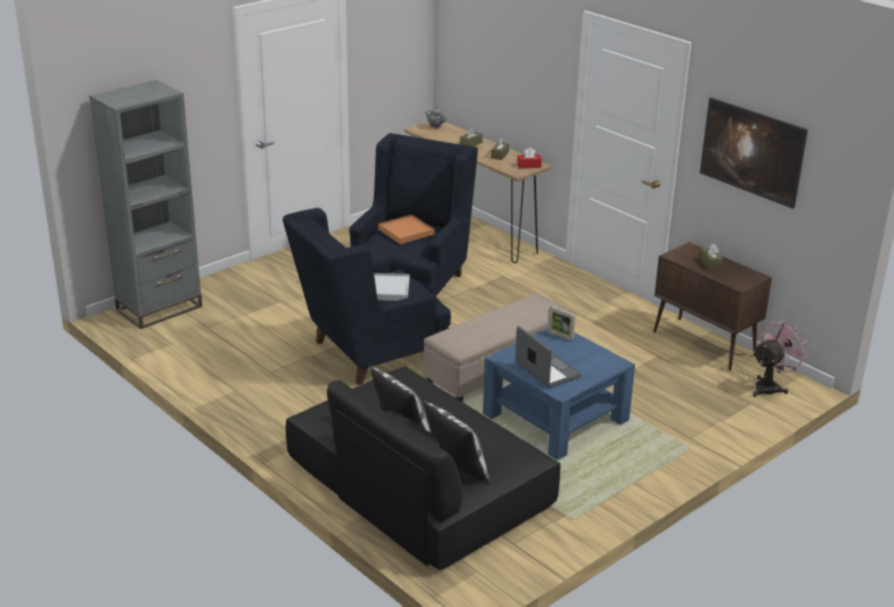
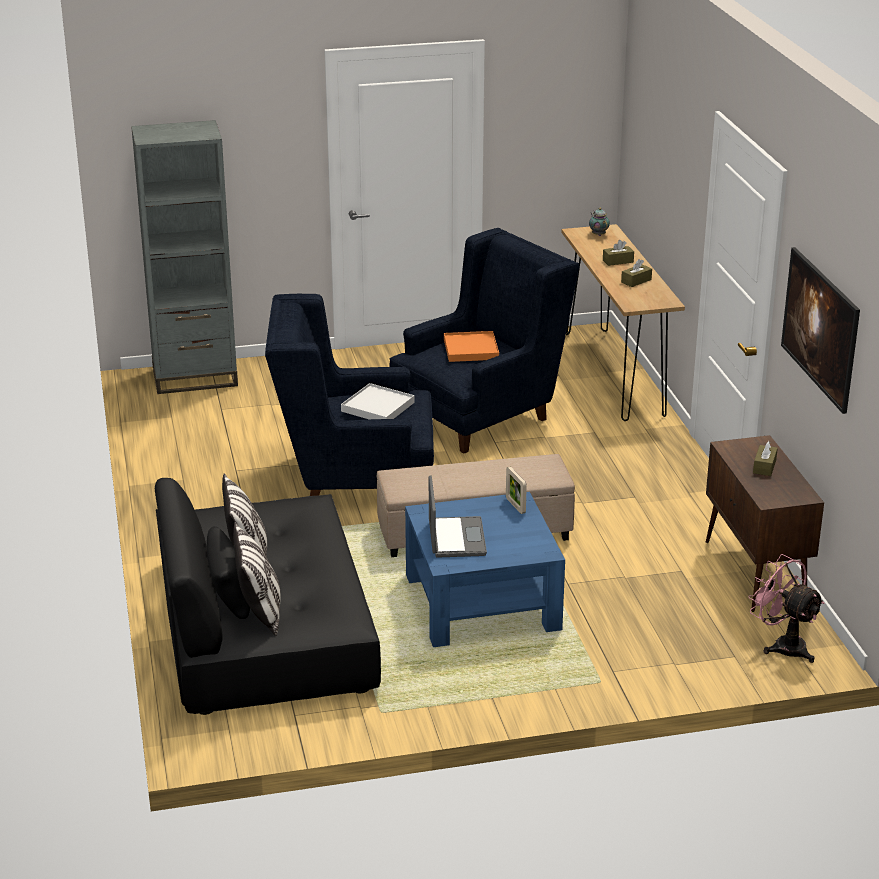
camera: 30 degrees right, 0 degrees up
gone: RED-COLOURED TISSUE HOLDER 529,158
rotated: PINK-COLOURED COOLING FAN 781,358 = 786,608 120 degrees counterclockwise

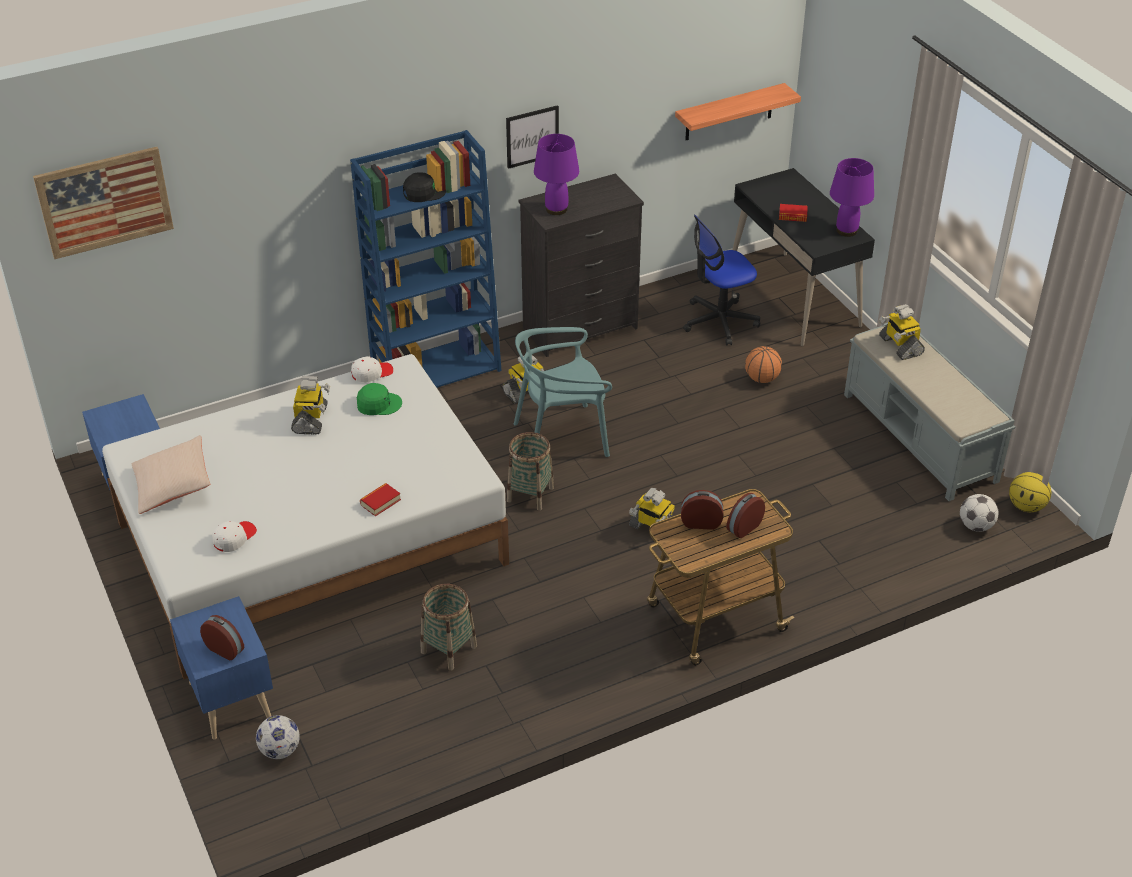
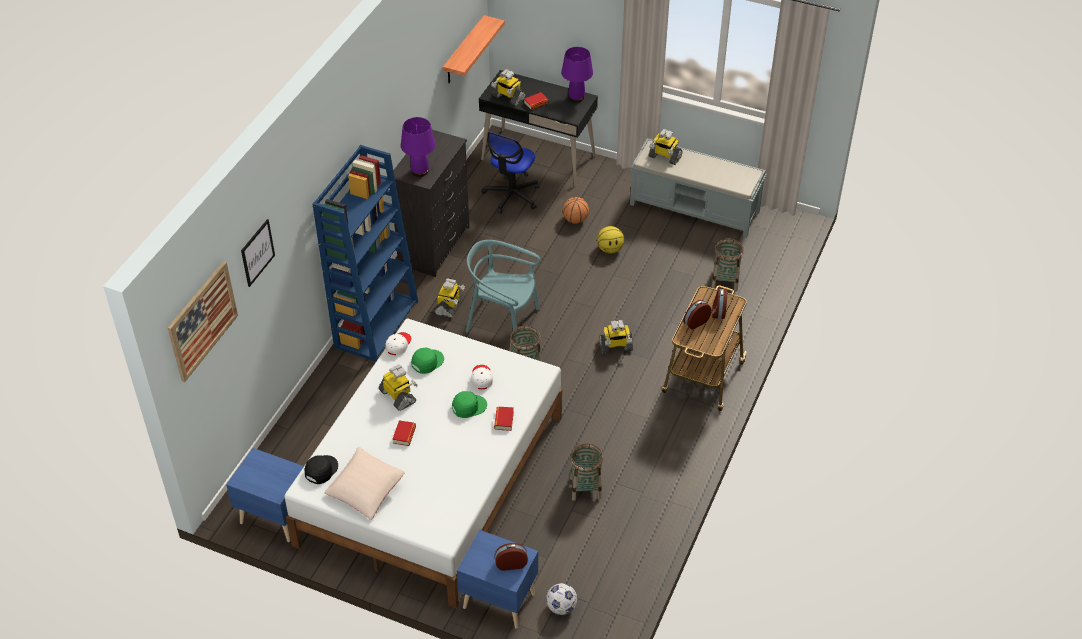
camera: 40 degrees left, 5 degrees up
gone: FOOTBALL BALL 979,513
new: BOUND BOOK 404,433; GREENISH PEAKED CAP 469,404; TOY ROBOT 508,87; HOUSEHOLD BASKET 727,265
shifted: WALL PICTURE 532,137 to 258,253; BLACK-COLOURED PEAKED CAP 424,187 to 321,469; WHITE PEAKED CAP 234,536 to 482,377; BALL FOR BASKETBALL 1030,492 to 610,239
rotated: TURQUOISE UPRIGHT CHAIR 563,392 = 503,286 75 degrees clockwise

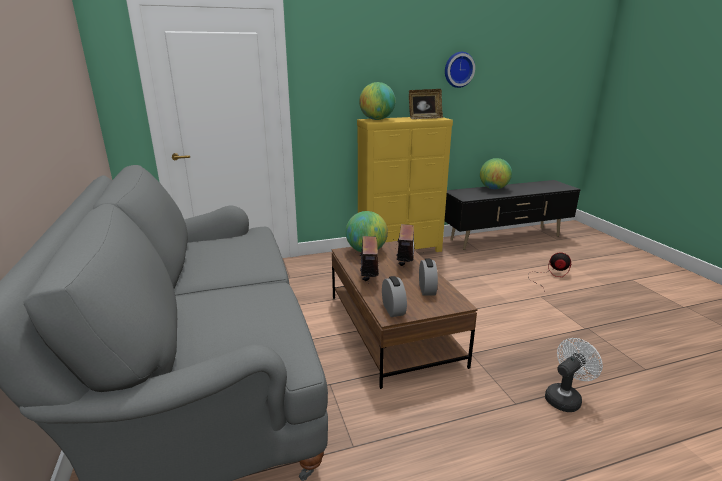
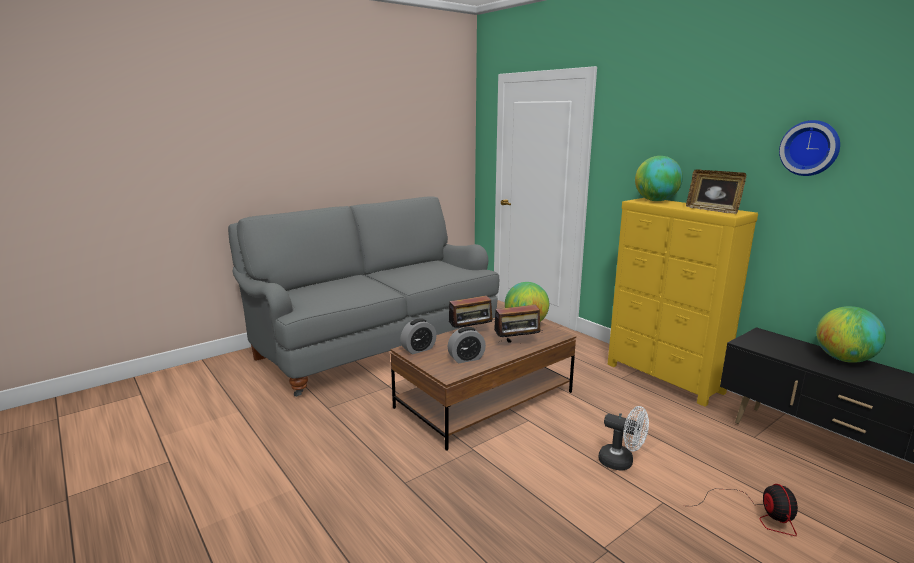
camera: 70 degrees right, 5 degrees down
shifted: WHITE COOLING FAN 574,375 to 623,438

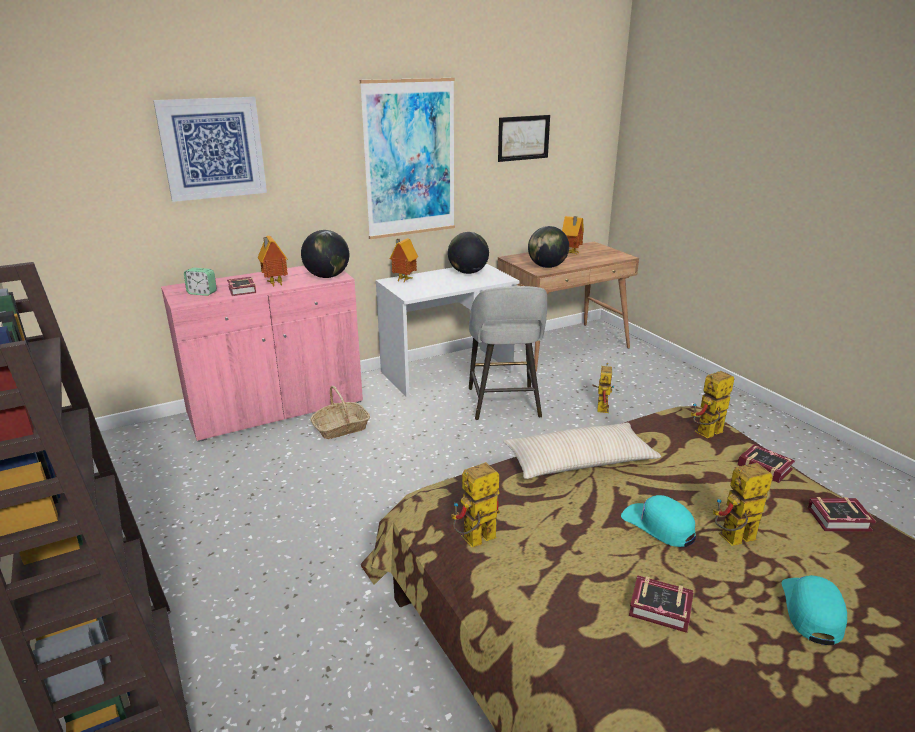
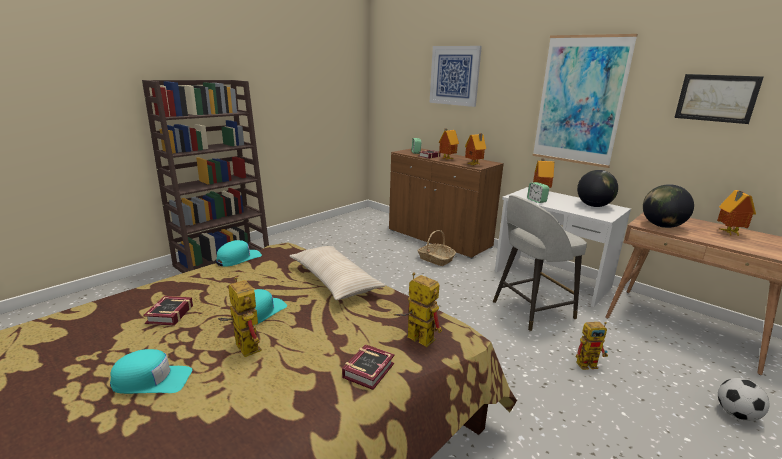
camera: 70 degrees right, 5 degrees down
gone: BOUND BOOK 841,514
new: TABLE CLOCK 538,192; FOOTBALL BALL 743,399
swapped: TOY ROBOT 475,504 to TURQUOISE PEAKED CAP 239,253; WORLD GLOBE 325,254 to MODEL HOUSE 475,149
repainted: PINK-COLOURED CABINET 262,354 to BROWNISH CABINET 446,203

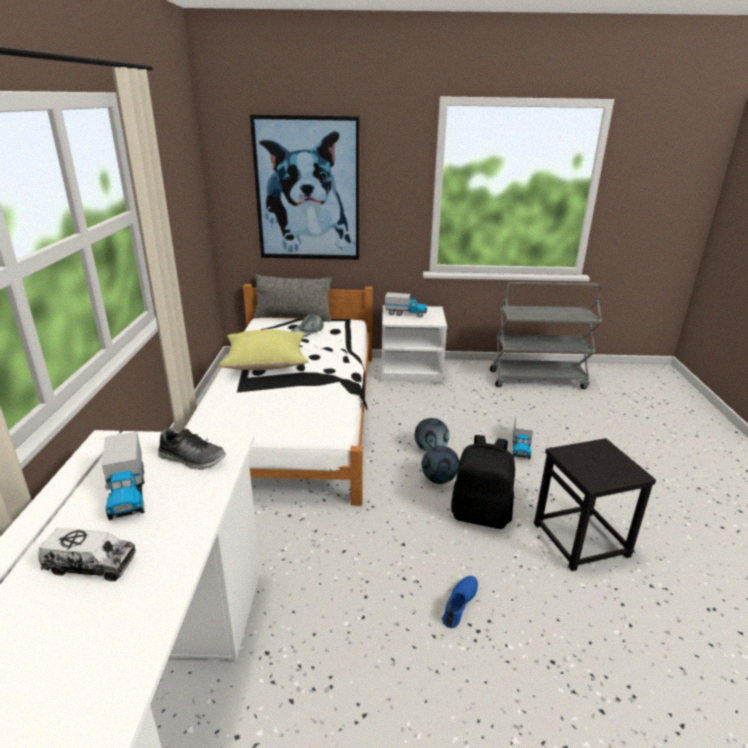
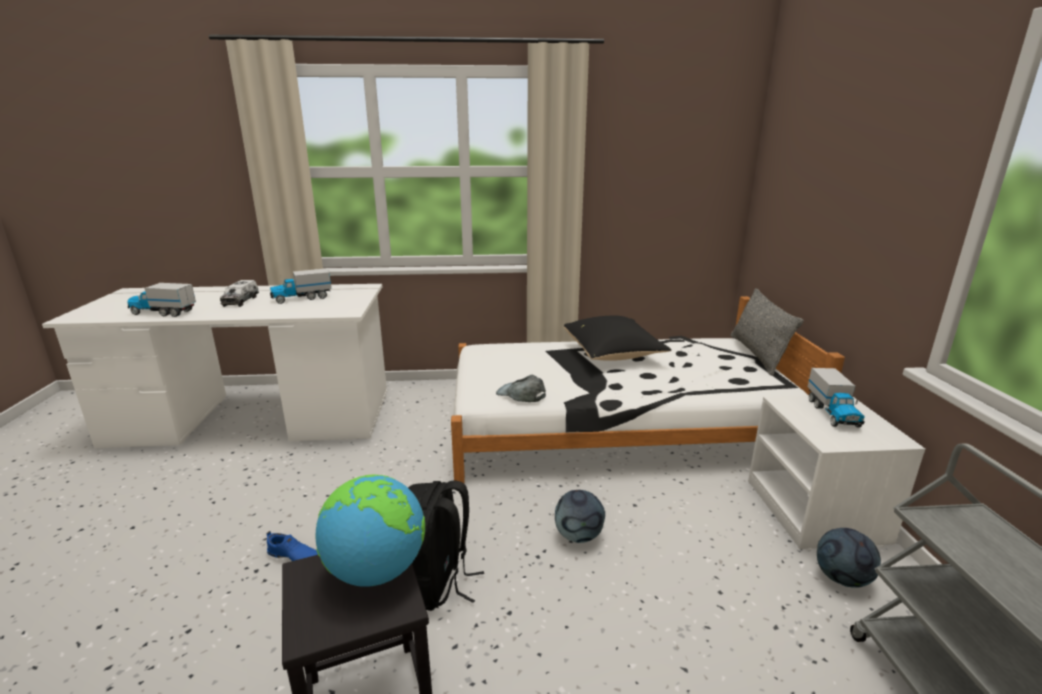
camera: 85 degrees right, 5 degrees down
gone: SHOE 192,449; WALL PICTURE 304,187
new: WORLD GLOBE 370,530
shifted: TOY LORRY 522,436 to 161,300; GREYISH PEAKED CAP 307,325 to 521,388; FOOTBALL BALL 440,464 to 849,558
repainted: YELLOW-COLOURED PILLOW 264,350 to BLACK-COLOURED PILLOW 617,338

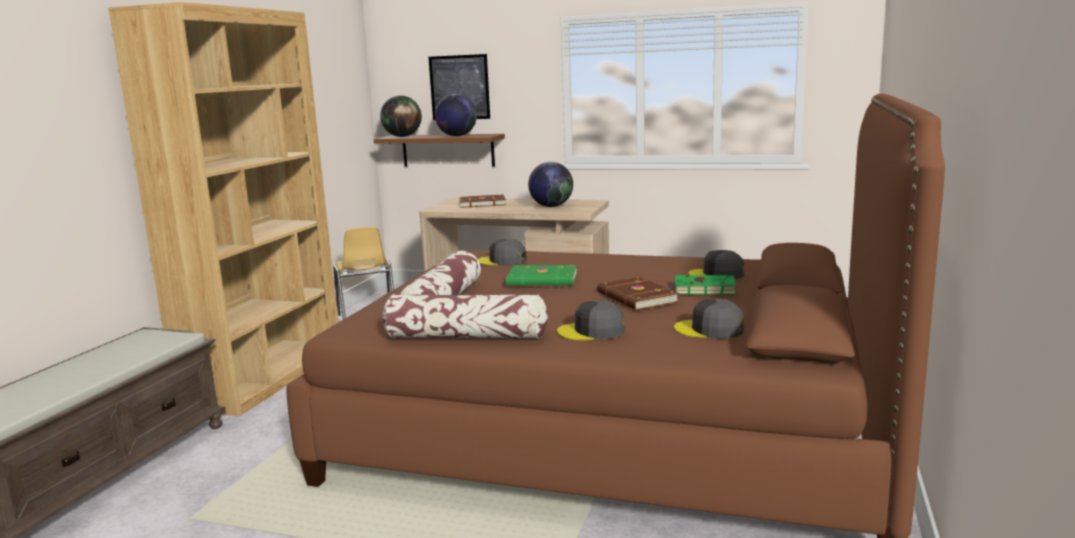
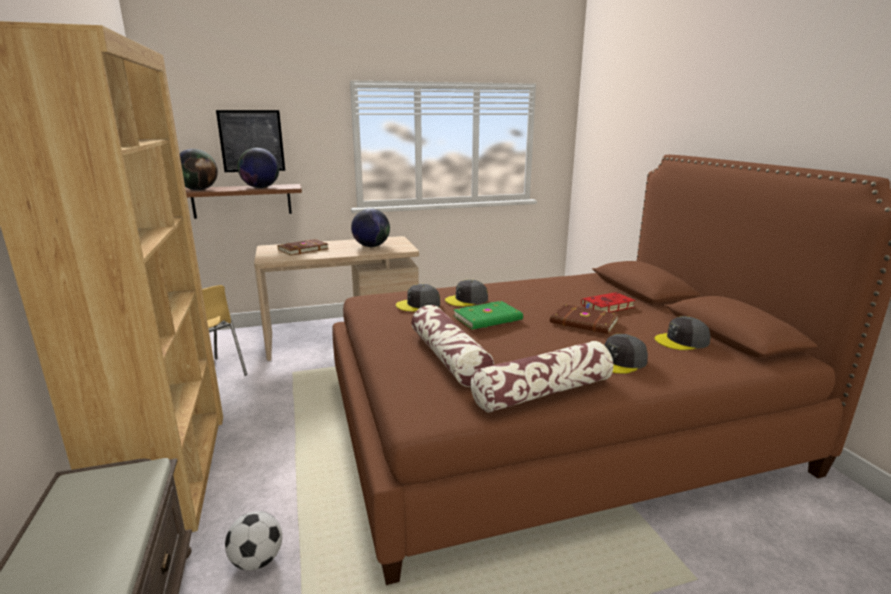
camera: 35 degrees left, 5 degrees up
new: FOOTBALL BALL 253,541
shifted: GREYISH PEAKED CAP 716,264 to 466,293
repainted: GREENISH BOUND BOOK 702,285 to RED-COLOURED BOUND BOOK 608,302

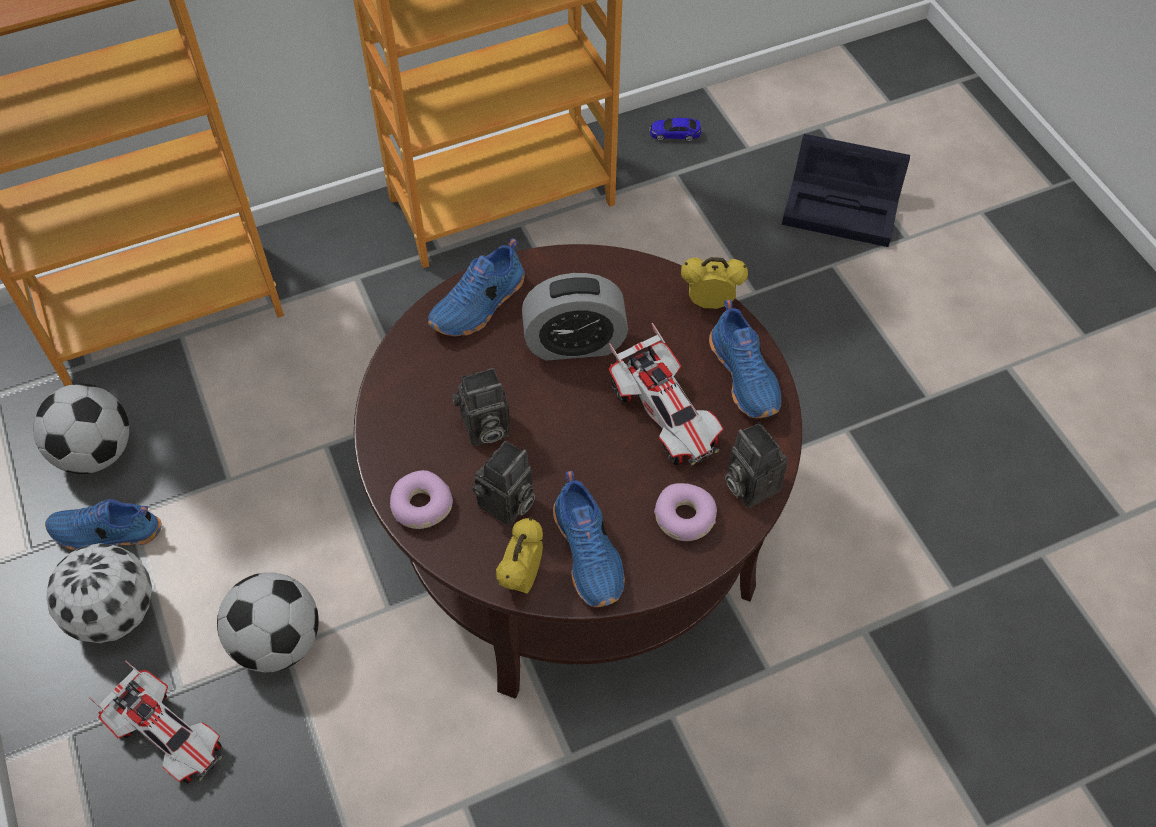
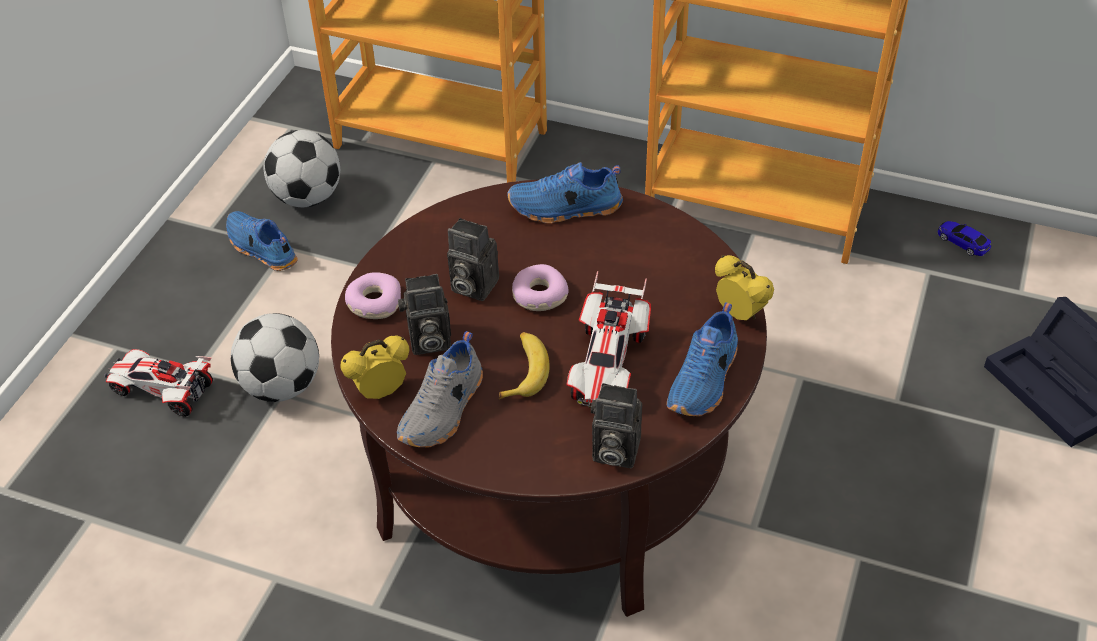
camera: 45 degrees right, 10 degrees down
gone: FOOTBALL BALL 99,593; TABLE CLOCK 575,316
new: BANANA FRUIT 524,366
shifted: DONUT 685,512 to 540,287
repainted: BLUISH SHOE 589,539 to GREYISH SHOE 440,389
rotated: TOY CAR 155,722 = 158,383 120 degrees clockwise; PHOTO CAMERA 756,464 = 616,425 90 degrees counterclockwise

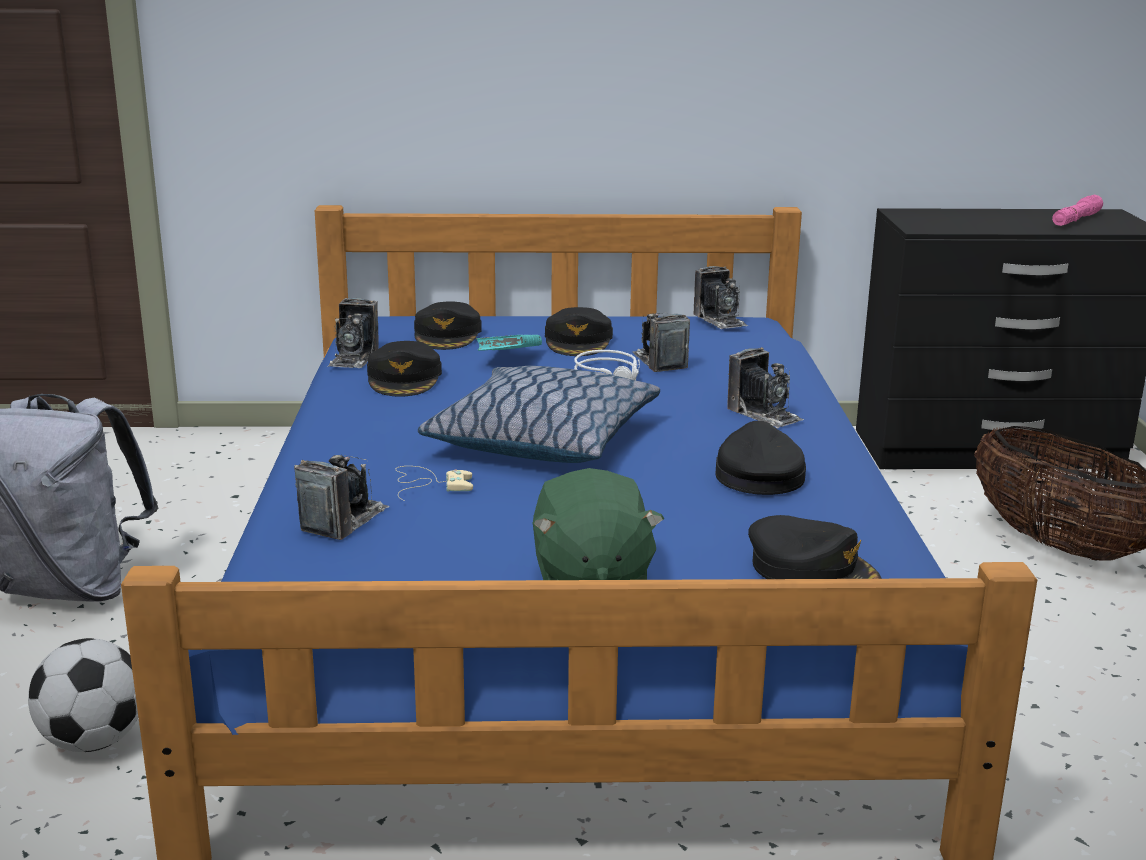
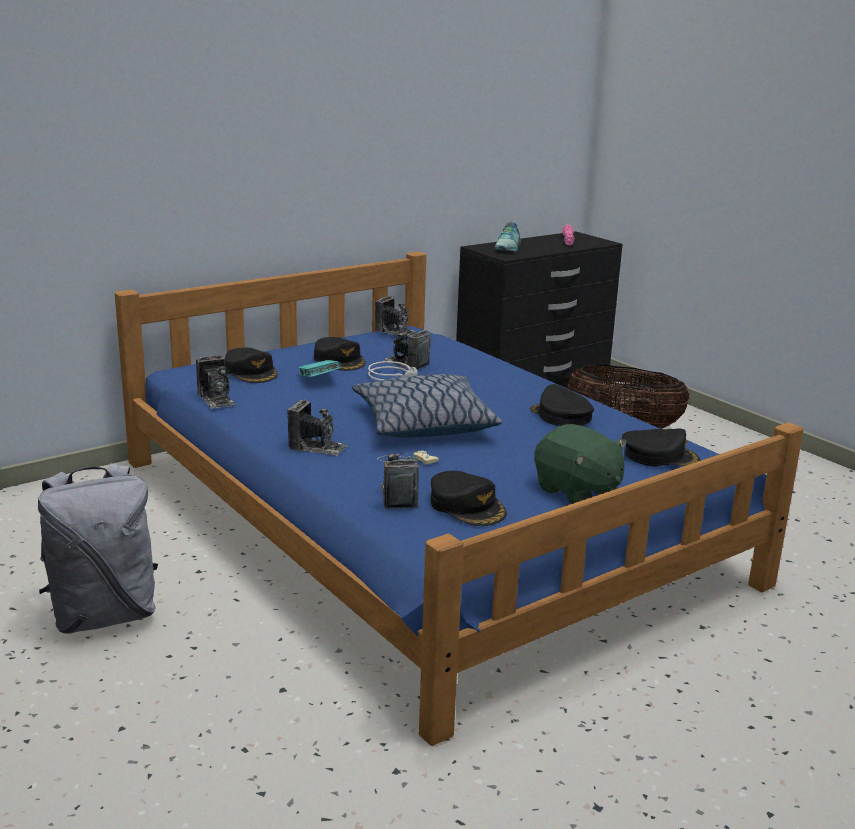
camera: 35 degrees left, 0 degrees up
gone: FOOTBALL BALL 83,695
new: SHOE 508,236
shifted: PHOTO CAMERA 765,387 to 317,427; BLACK-COLOURED PEAKED CAP 404,369 to 469,498

